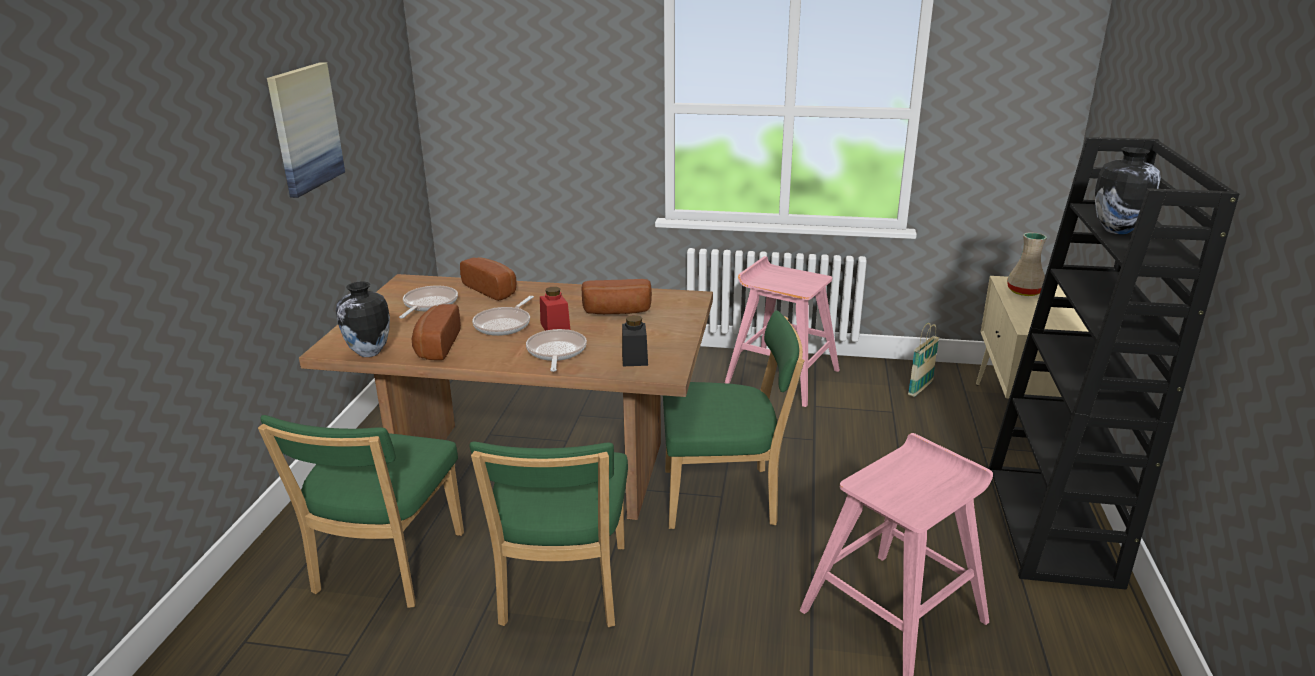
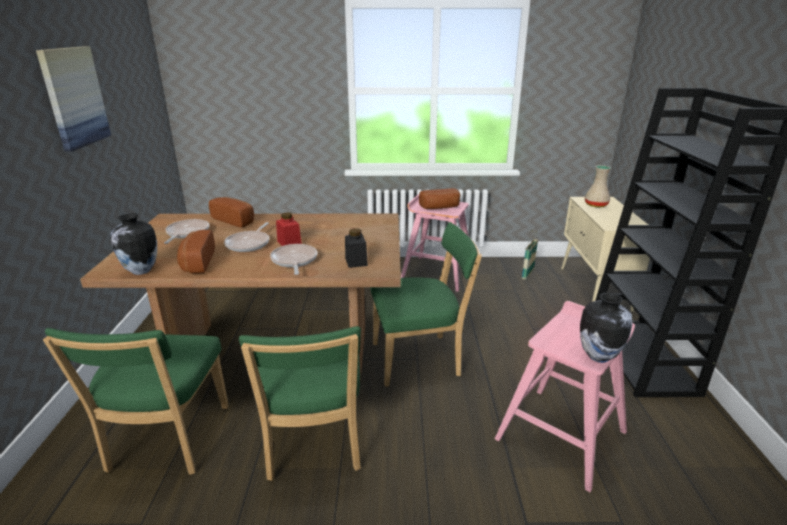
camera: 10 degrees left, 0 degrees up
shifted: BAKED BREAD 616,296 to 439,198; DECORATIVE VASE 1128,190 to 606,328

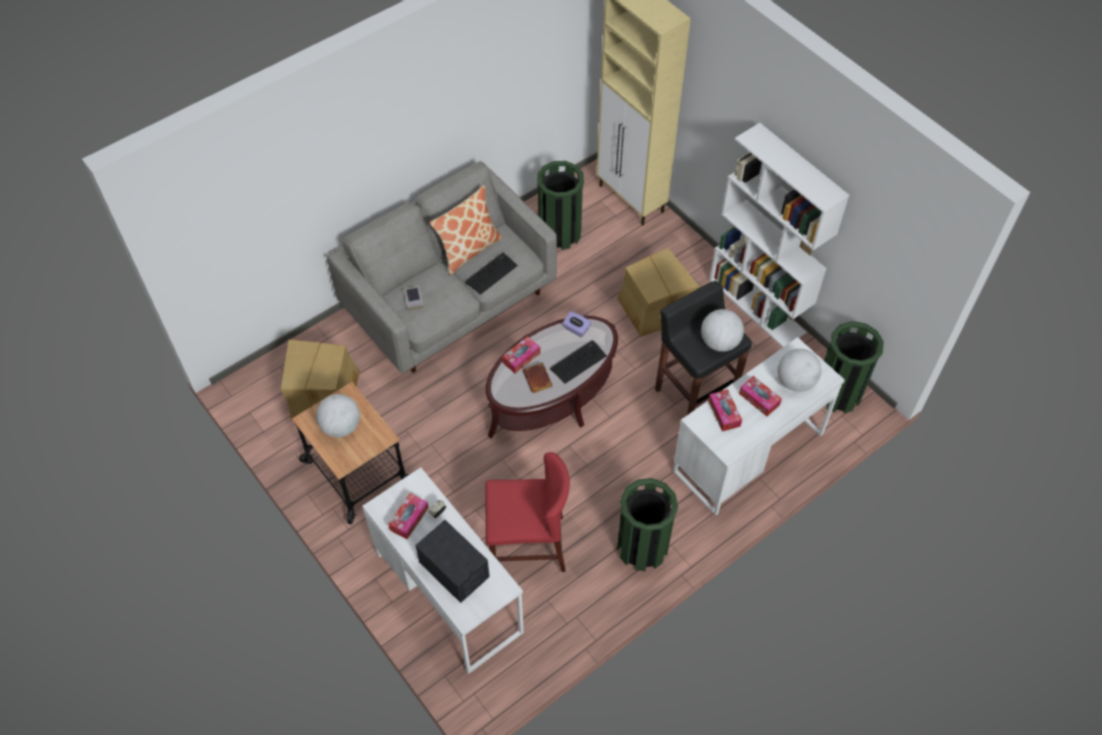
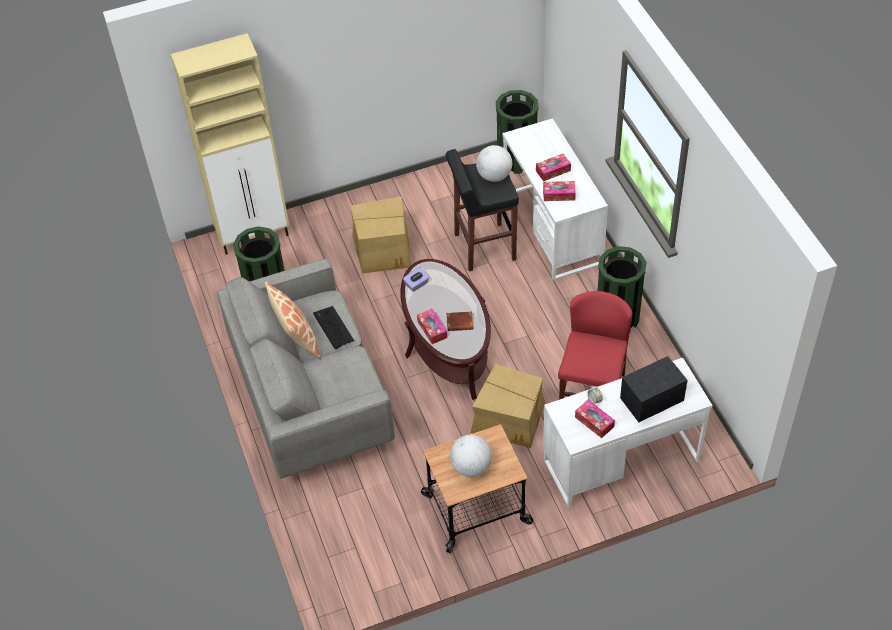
camera: 70 degrees left, 5 degrees down
gone: BOUND BOOK 414,298; PC KEYBOARD 578,362; WHITE SHELVING UNIT 779,235; WORLD GLOBE 799,370
shifted: PACKING BOX 320,379 to 508,406

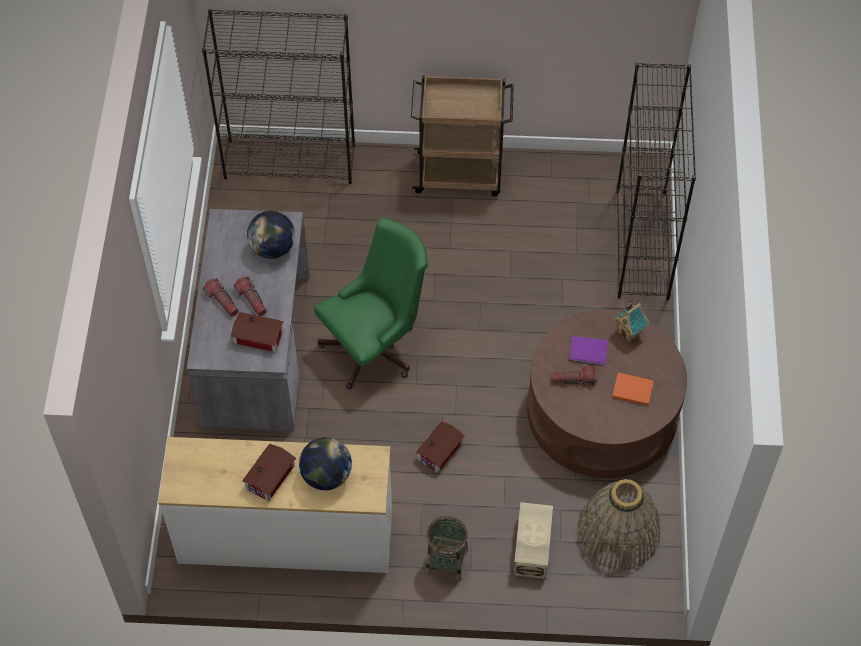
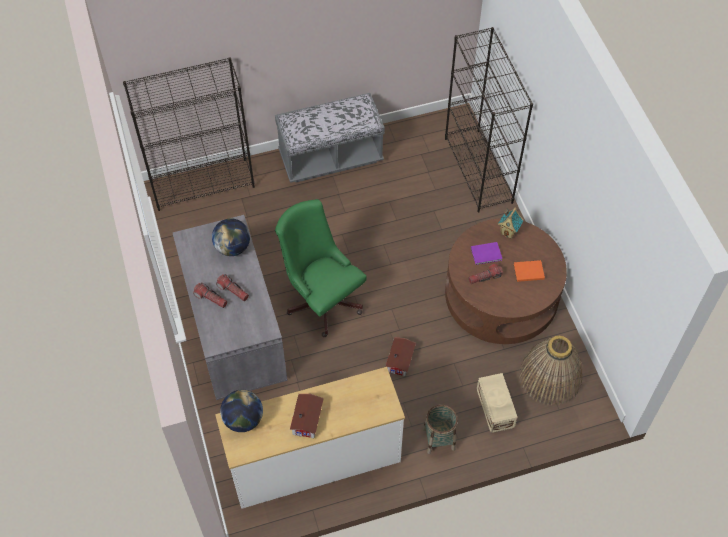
camera: 20 degrees left, 0 degrees up
gone: MODEL HOUSE 257,332
shifted: WORLD GLOBE 325,463 to 241,411
swapped: BROWNISH TROLLEY 462,135 to GREYISH INDOOR BENCH 330,138
rotated: GREENISH COMPUTER CHAIR 371,303 = 321,268 75 degrees counterclockwise

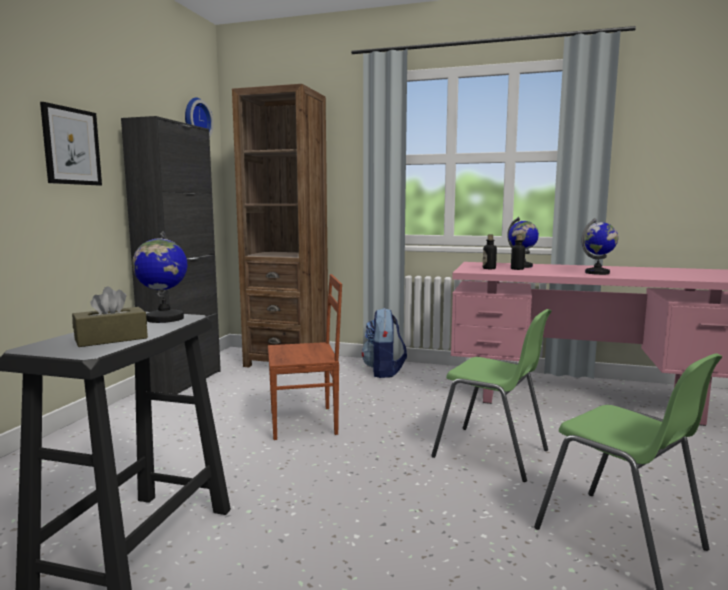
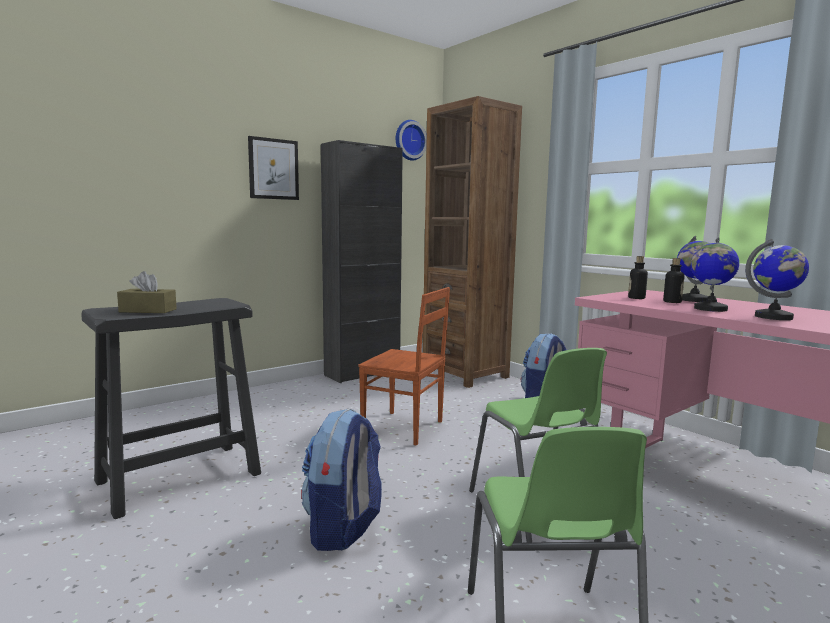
camera: 35 degrees right, 0 degrees up
new: RUCKSACK 341,480
shifted: WORLD GLOBE 159,277 to 715,274

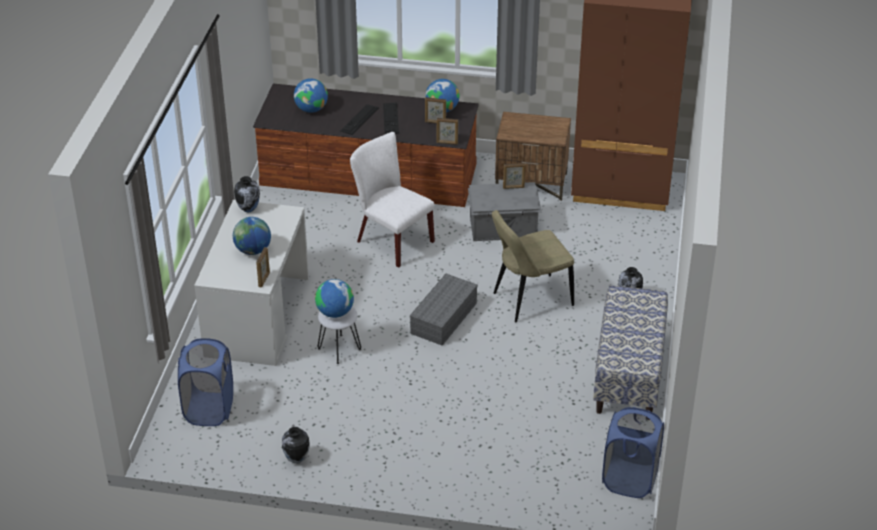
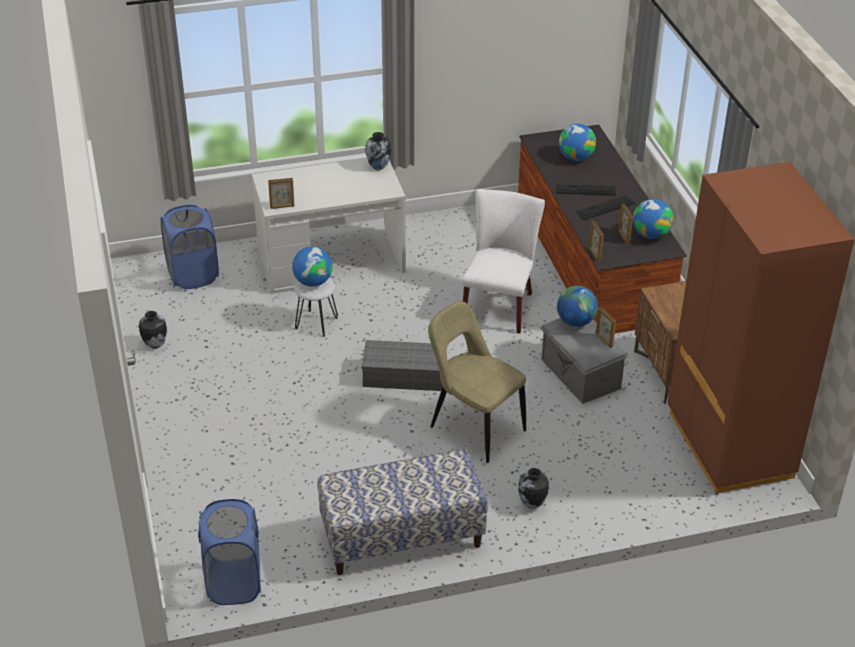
camera: 65 degrees right, 0 degrees up
shifted: WORLD GLOBE 252,236 to 577,306

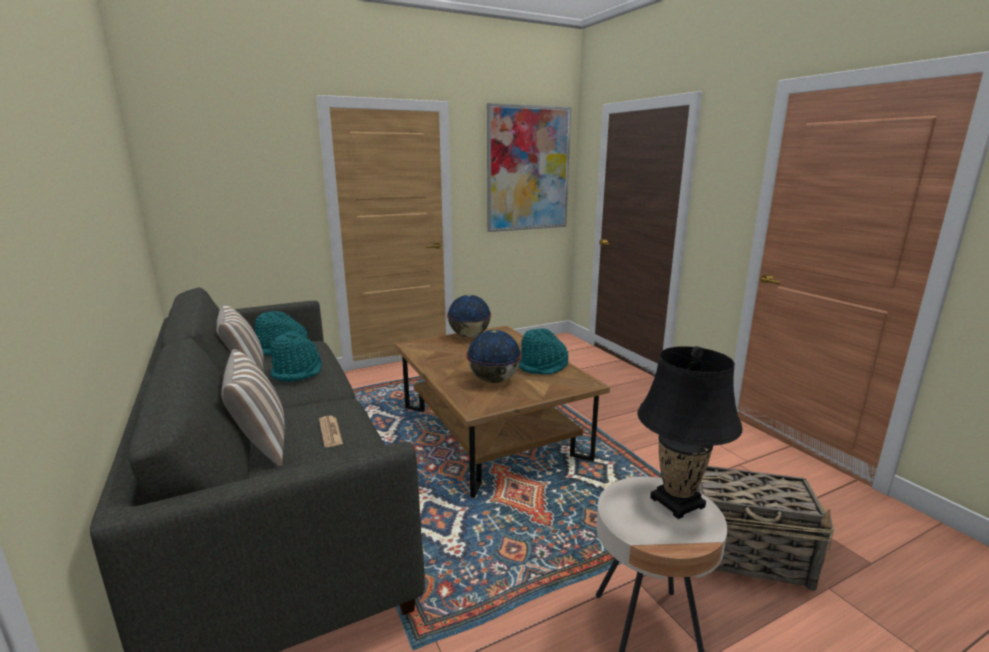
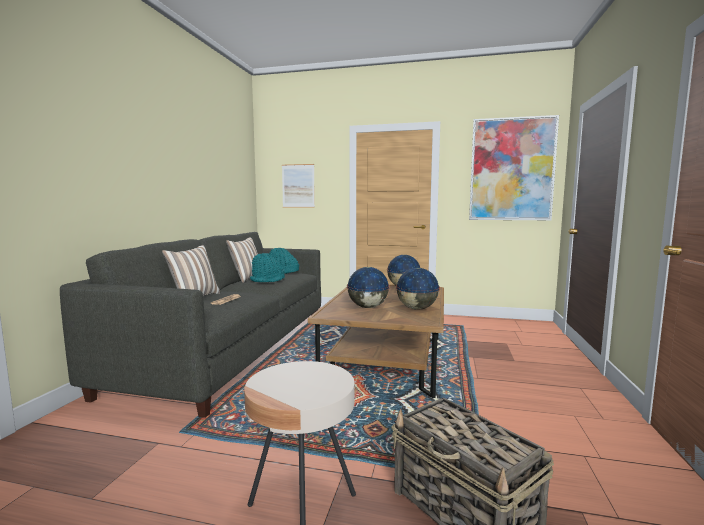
camera: 40 degrees right, 10 degrees down
gone: BLACK-COLOURED TABLETOP LAMP 689,432
new: WALL PICTURE 298,186
swapped: TURQUOISE CLOTHING HAT 543,351 to WORLD GLOBE 418,289

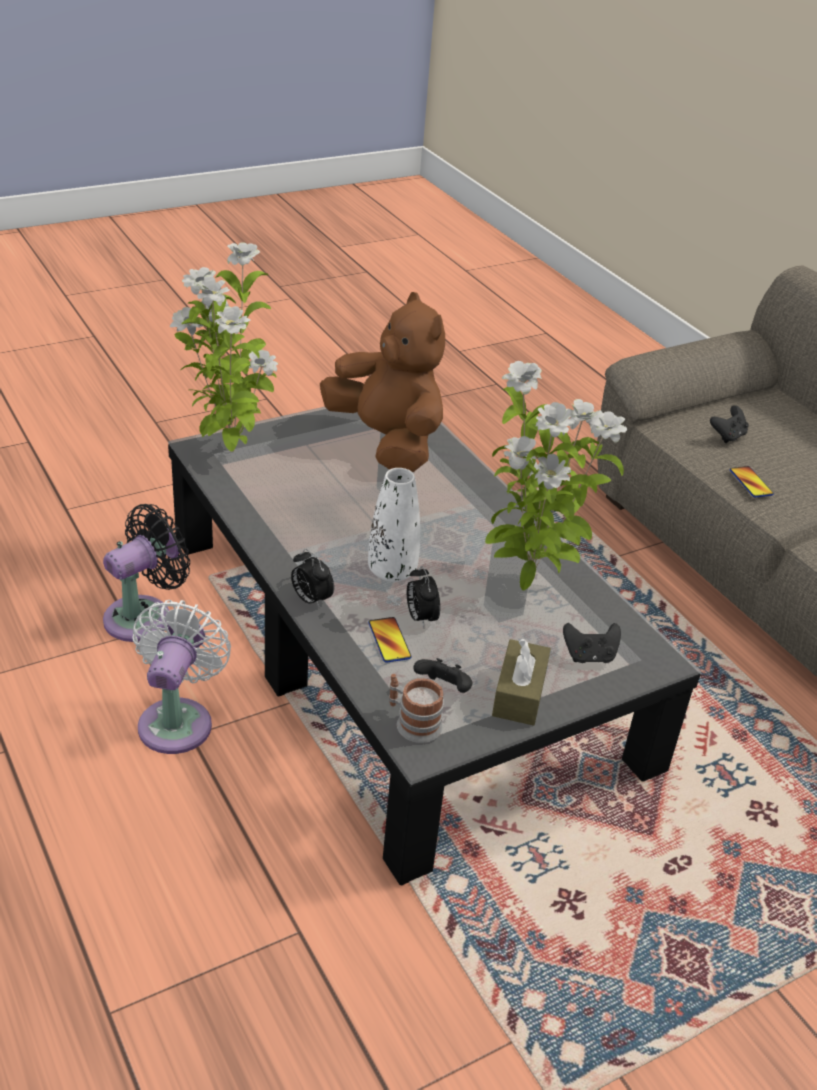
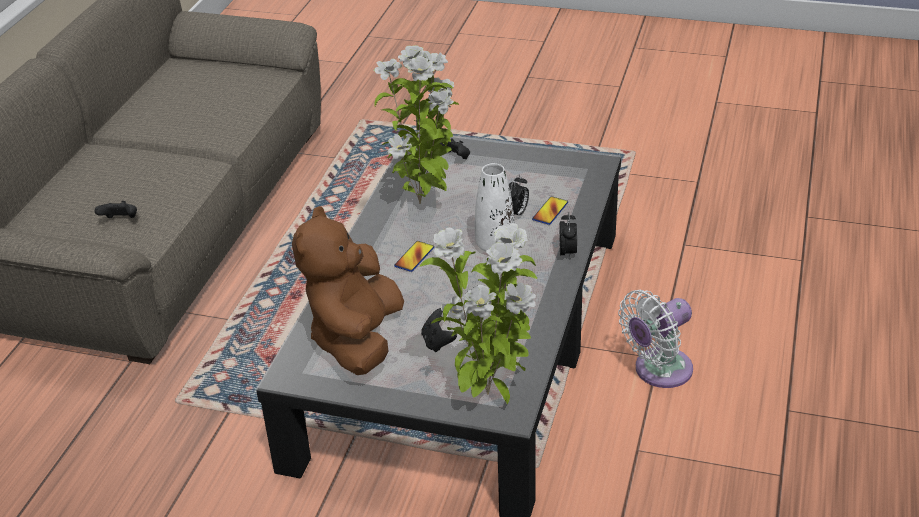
camera: 130 degrees left, 0 degrees up
gone: BLACK-COLOURED COOLING FAN 146,573; TEA MUG 416,708; BROWNISH TISSUE HOLDER 521,682
shifted: PHONE 752,482 to 414,256; BLACK-COLOURED JOYPAD 442,675 to 439,330

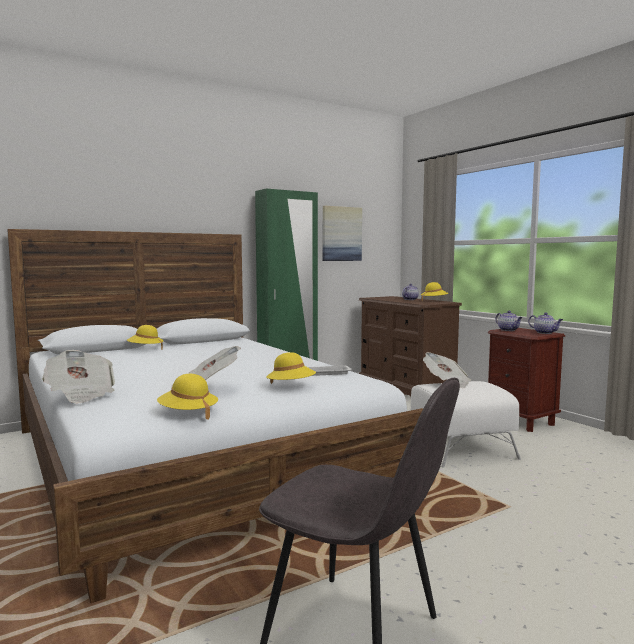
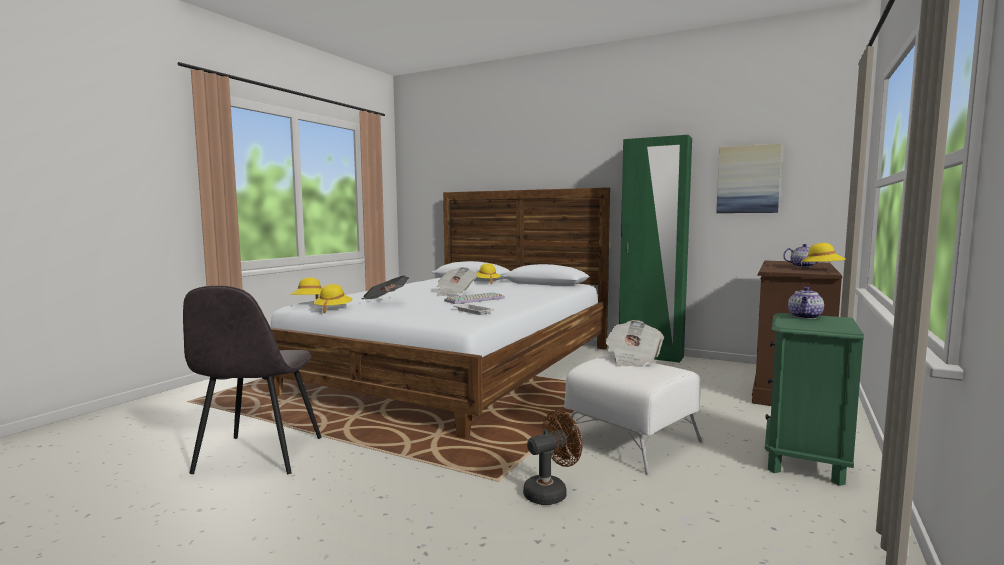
camera: 60 degrees right, 0 degrees up
gone: TEAPOT 545,323
new: PC KEYBOARD 474,298; BROWNISH COOLING FAN 552,458
shifted: YELLOW-COLOURED CLOTHING HAT 291,368 to 306,288; NEWSPAPER 78,377 to 457,281
repainted: BROWNISH NIGHTSTAND 526,380 to GREENISH NIGHTSTAND 814,399

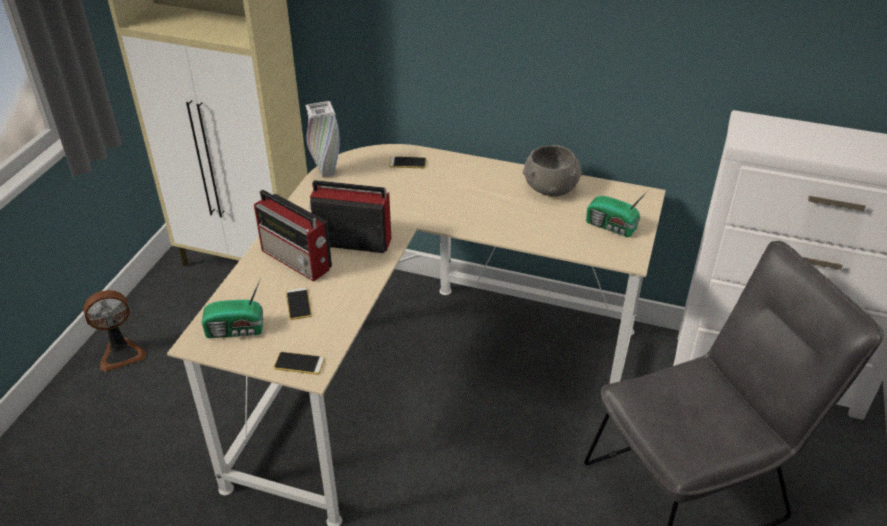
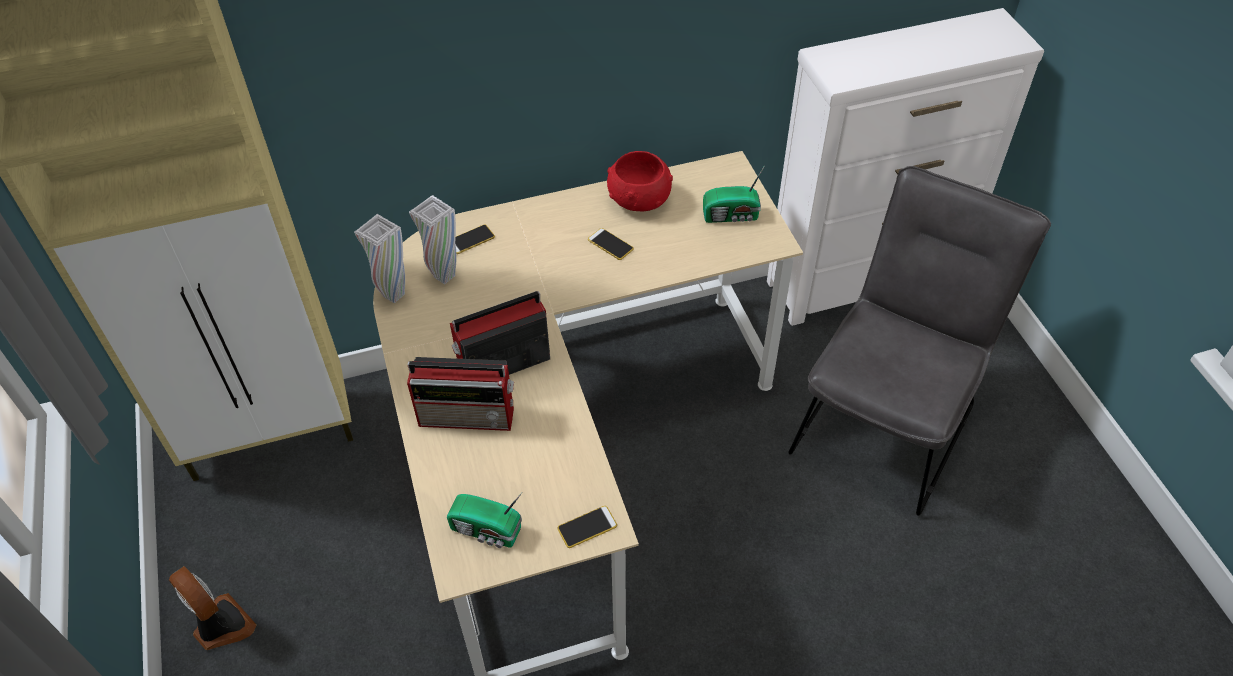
camera: 35 degrees left, 10 degrees up
new: WHITE DECORATIVE VASE 433,239
shifted: PHONE 299,303 to 611,244
repainted: GREYISH BOWL 552,171 to RED-COLOURED BOWL 640,181
rotated: COOLING FAN 114,331 = 212,608 75 degrees counterclockwise; RADIO RECEIVER 232,308 = 484,520 60 degrees clockwise

